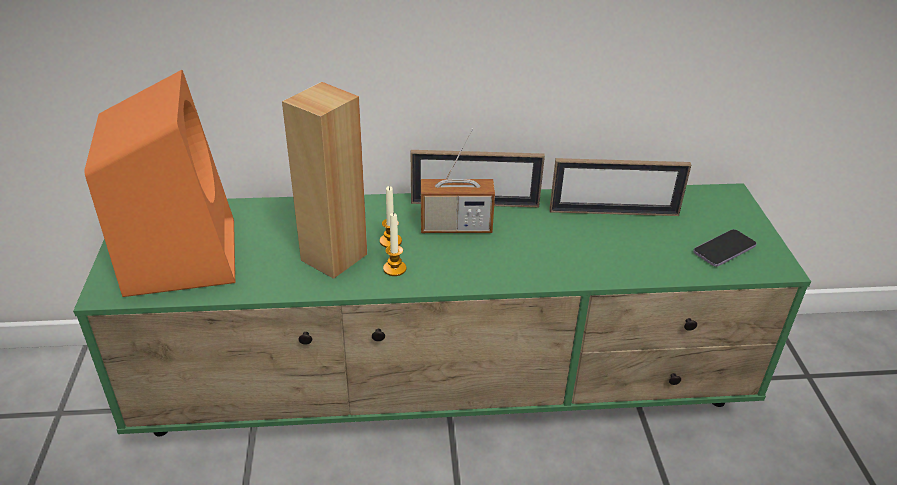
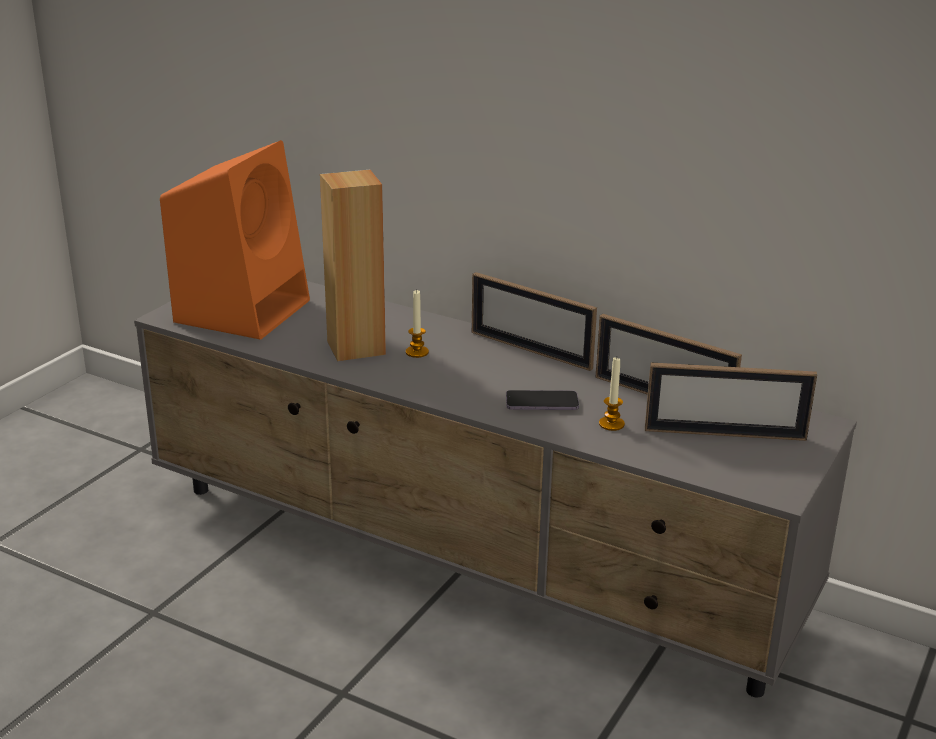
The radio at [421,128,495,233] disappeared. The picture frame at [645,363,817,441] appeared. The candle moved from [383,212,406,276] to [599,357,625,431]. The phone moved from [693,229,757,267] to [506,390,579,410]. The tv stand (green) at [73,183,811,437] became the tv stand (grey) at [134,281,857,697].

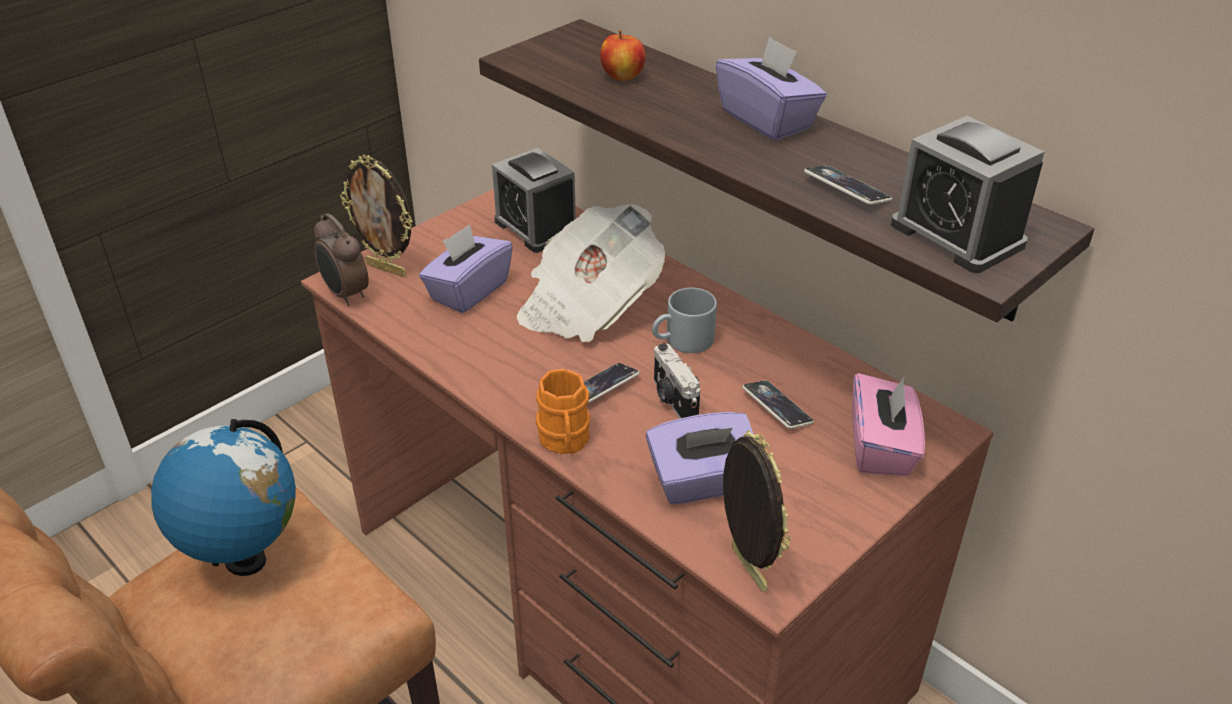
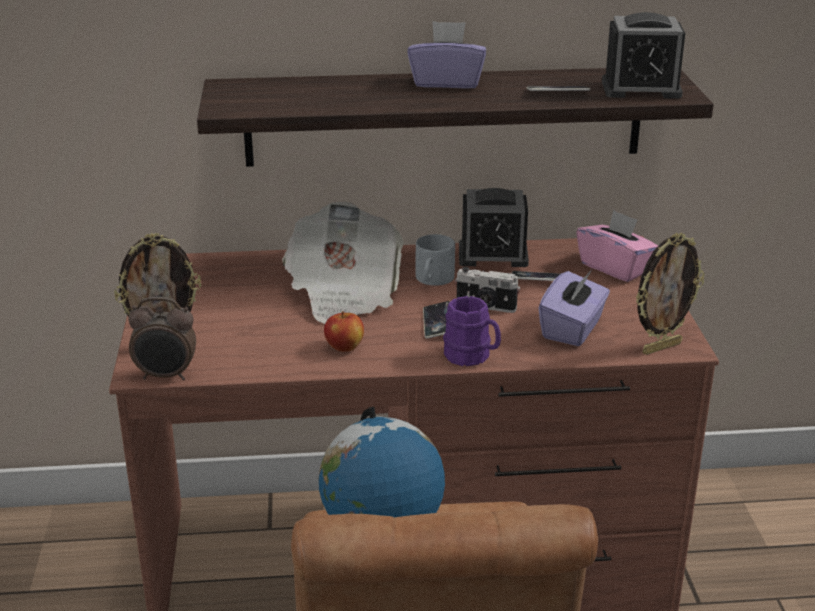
The tissue box (purple) at [419,224,513,313] disappeared. The alarm clock moved from [492,148,576,253] to [459,188,529,267]. The apple moved from [600,30,645,81] to [324,311,364,352]. The mug (orange) at [536,369,590,454] became the mug (purple) at [443,296,501,366]. The picture frame at [723,430,791,592] turned 135 degrees clockwise.

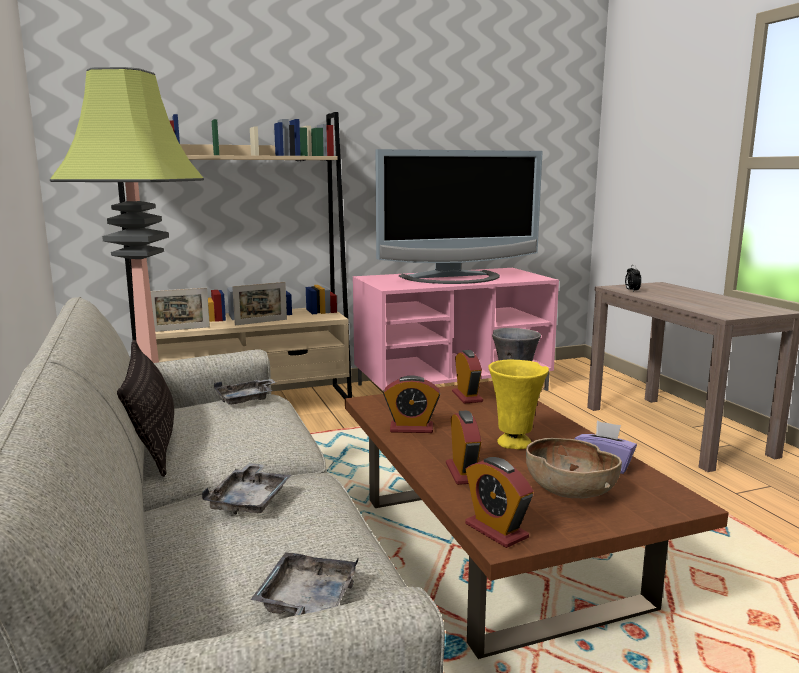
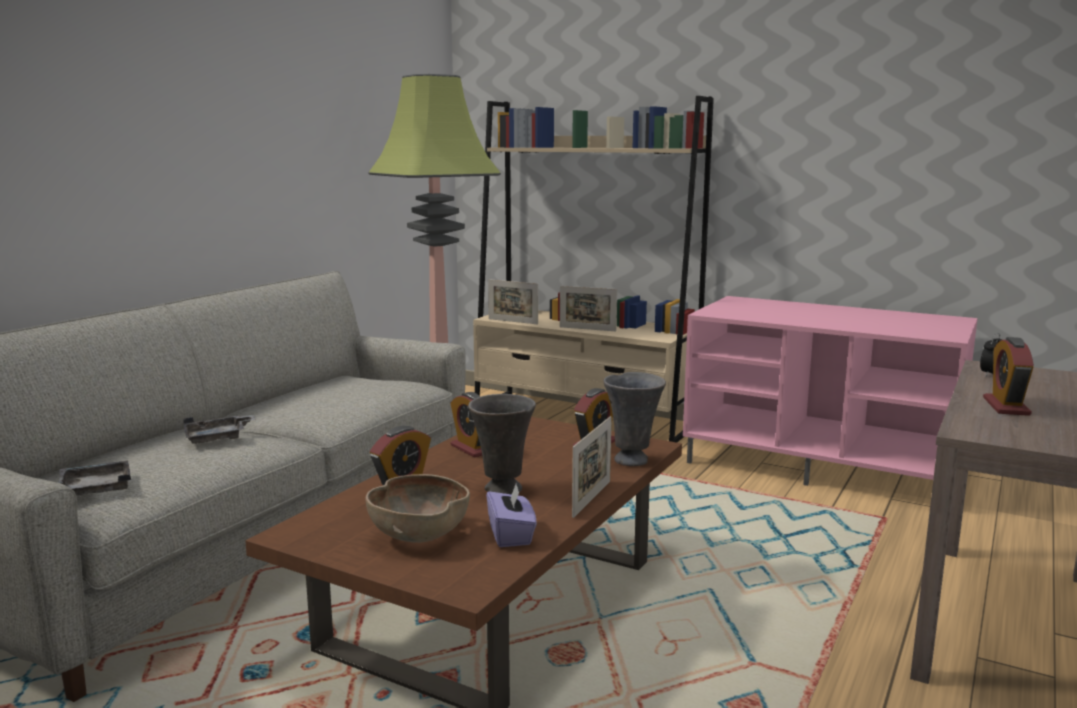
The pillow at [117,340,174,477] disappeared. The tray (grey) at [214,379,276,405] disappeared. The television at [375,149,543,284] disappeared. The picture frame at [572,416,612,518] appeared. The alarm clock moved from [465,457,534,548] to [983,337,1034,416]. The vase (yellow) at [488,359,549,449] became the vase (grey) at [468,394,536,495].

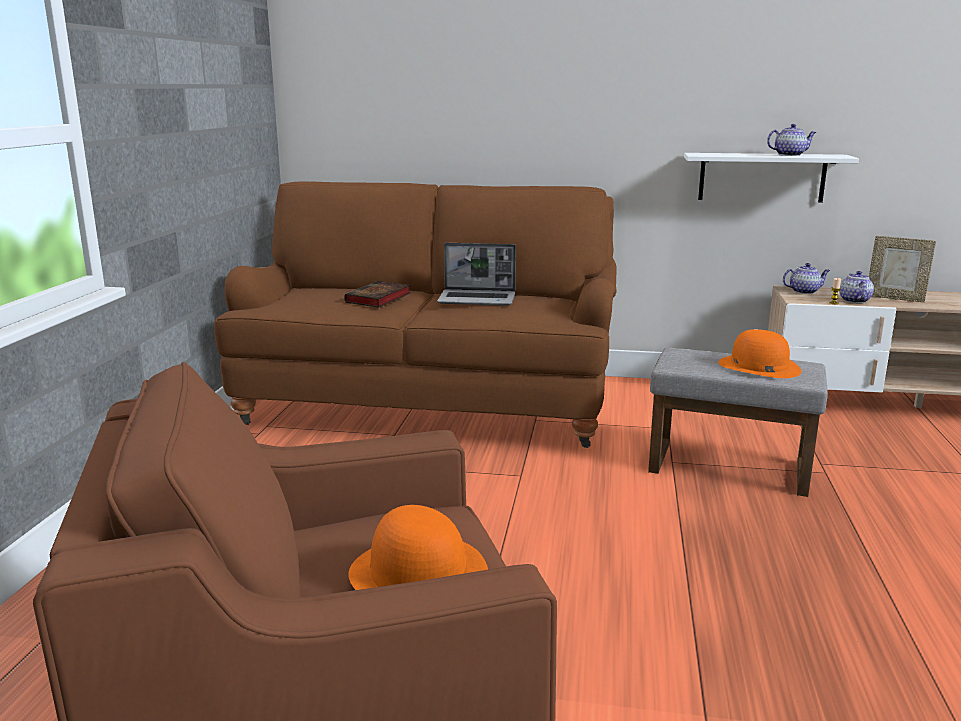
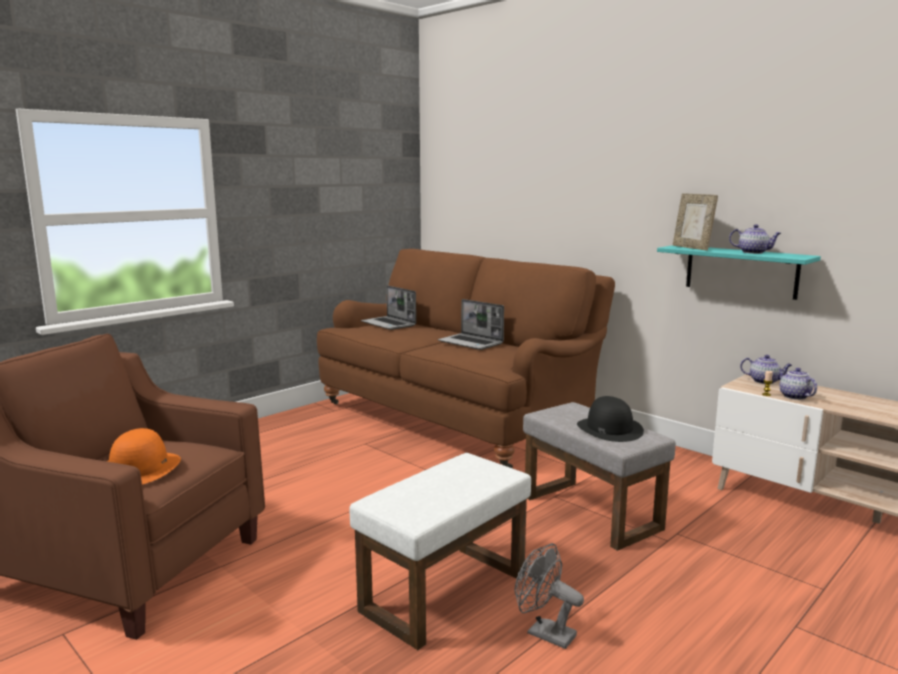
The book at [344,281,411,308] disappeared. The ottoman (white) at [350,453,531,650] appeared. The laptop at [361,285,416,330] appeared. The fan (grey) at [515,543,584,649] appeared. The picture frame moved from [869,236,936,303] to [673,193,718,251]. The shelf (white) at [684,153,859,203] became the shelf (turquoise) at [657,245,821,300]. The hat (orange) at [718,329,802,378] became the hat (black) at [577,396,644,442]. The teapot at [839,271,874,303] turned 60 degrees counterclockwise.

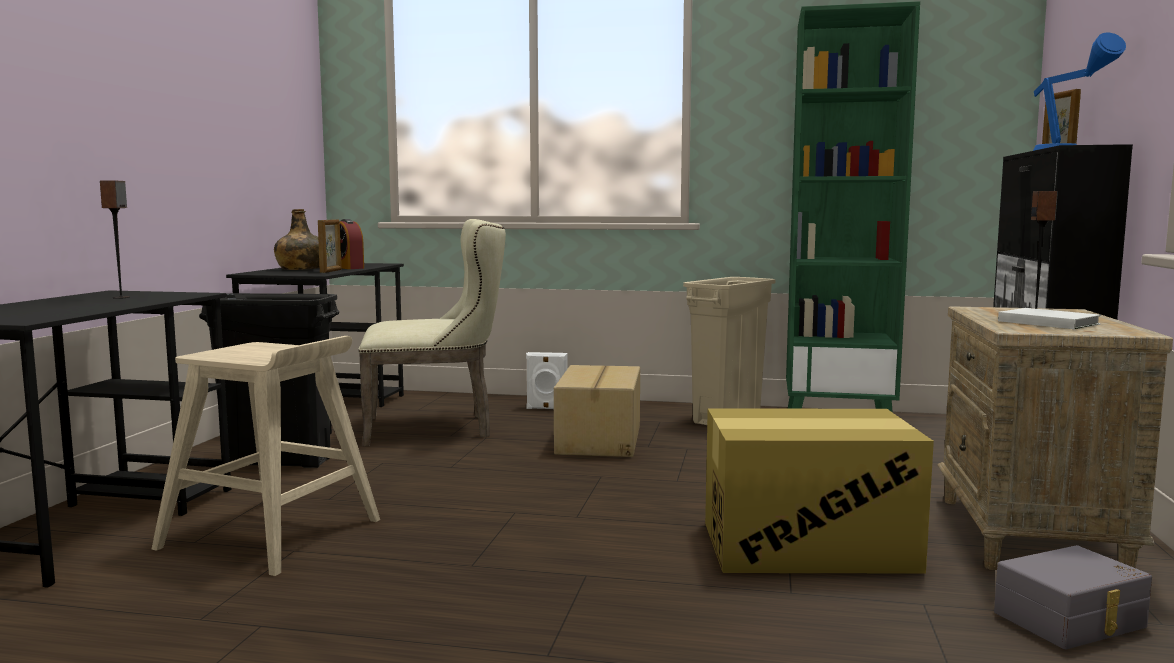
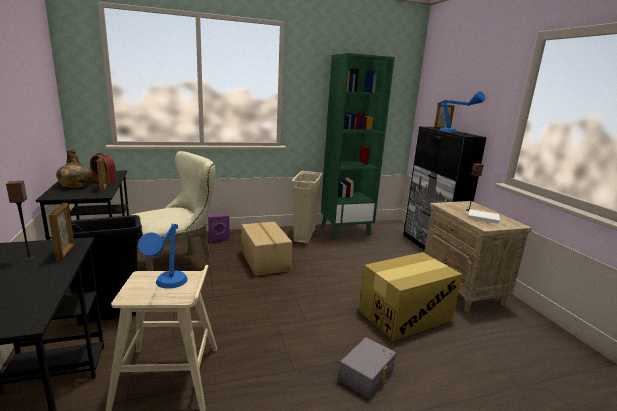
The picture frame at [49,203,75,261] appeared. The table lamp (blue) at [138,224,188,289] appeared. The storage box (grey) moved from [994,545,1152,649] to [338,337,396,399]. The speaker (white) at [526,352,568,409] became the speaker (purple) at [208,213,230,243].

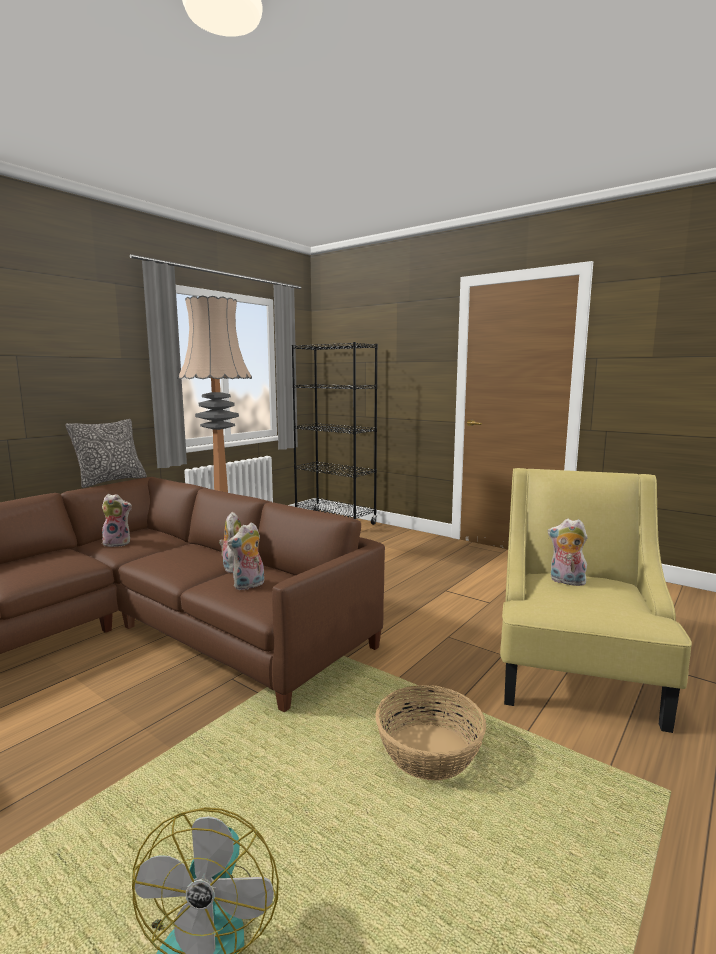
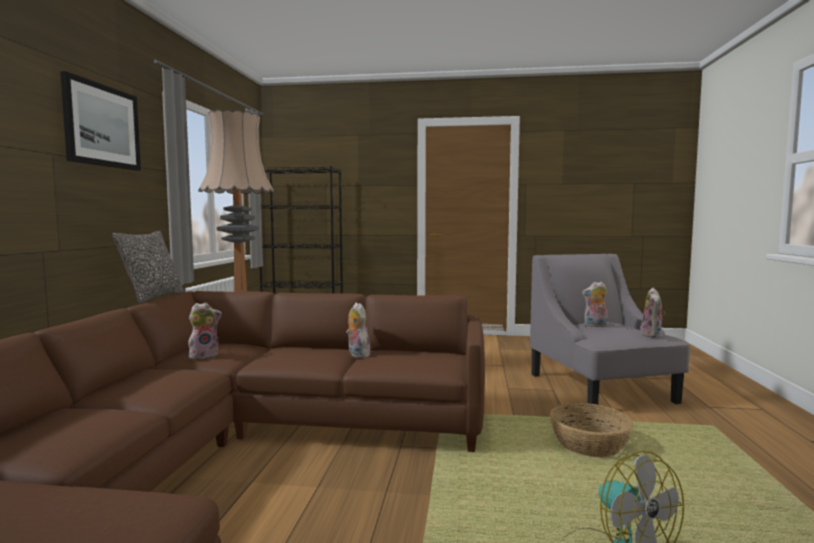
The picture at [60,71,141,171] appeared. The plush toy moved from [228,522,264,590] to [641,288,665,338]. The armchair (yellow) at [500,468,692,733] became the armchair (grey) at [530,254,690,412].

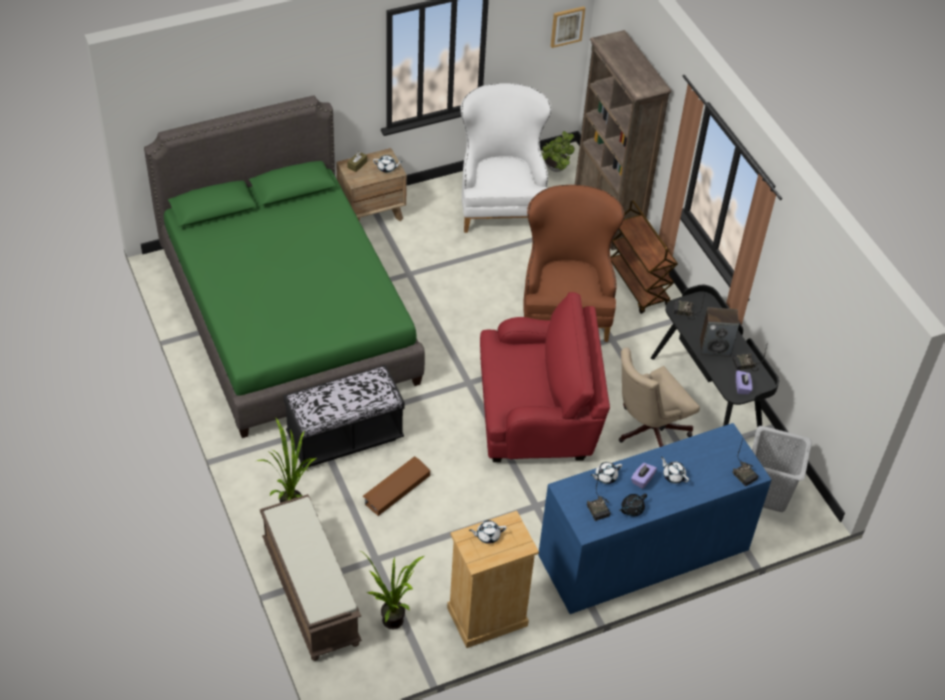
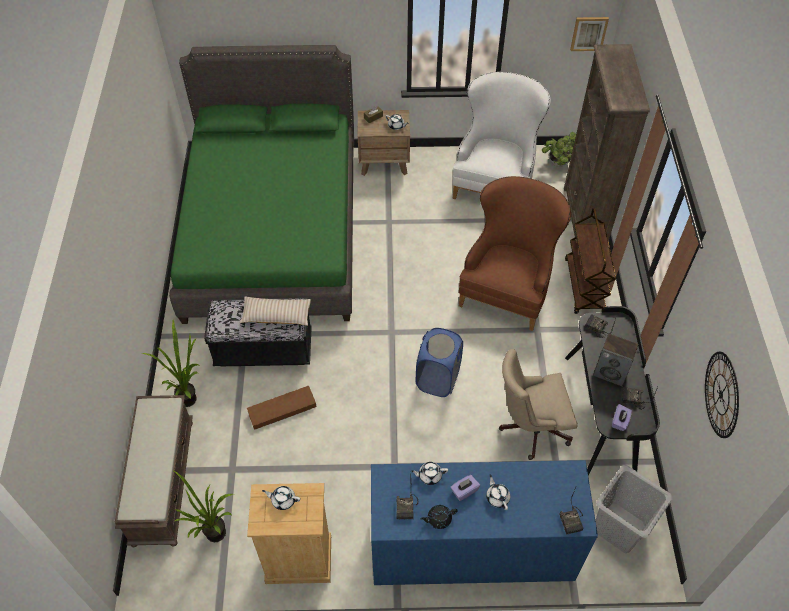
The pillow (beige) at [240,296,311,326] appeared. The wall clock at [705,352,739,438] appeared. The armchair (red) at [480,292,610,462] was replaced by the laundry basket (blue) at [416,328,463,397].

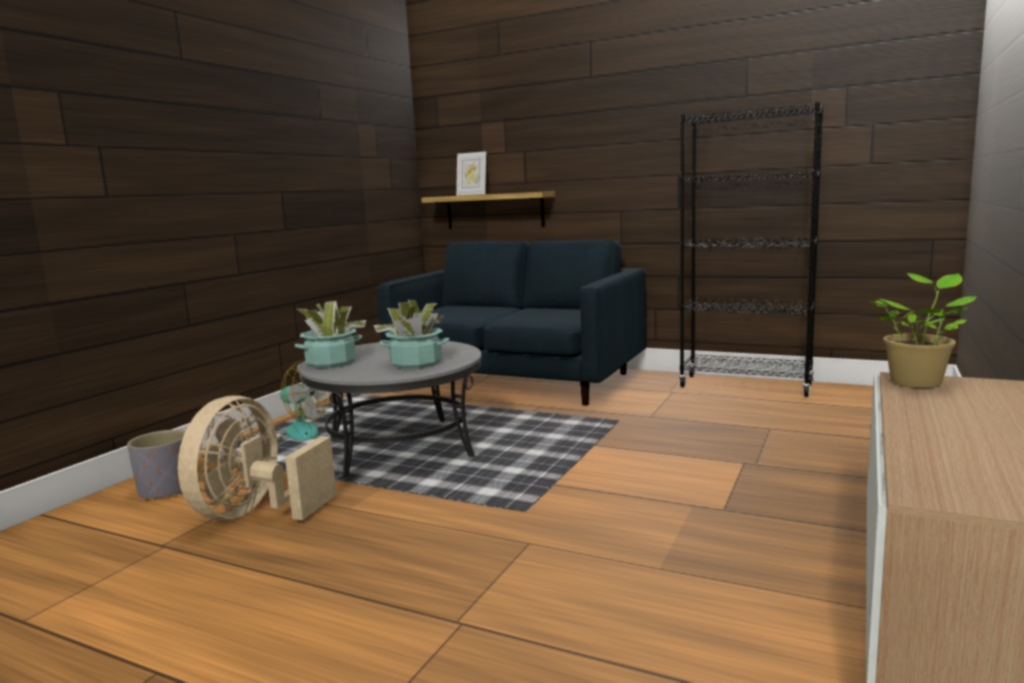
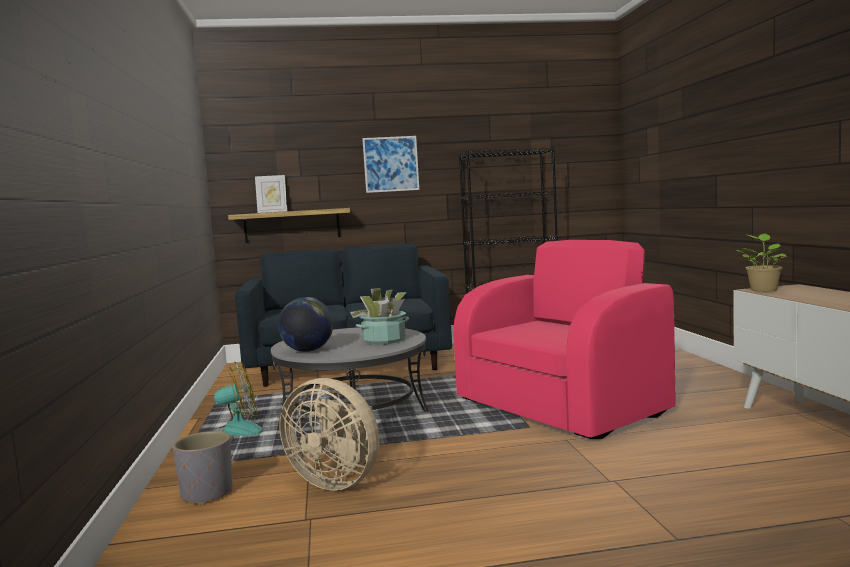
The picture at [362,136,419,193] appeared. The armchair (pink) at [454,240,676,439] appeared. The potted plant at [294,301,366,368] was replaced by the globe at [278,297,333,352]. The fan (beige) at [178,395,337,520] turned 45 degrees counterclockwise.

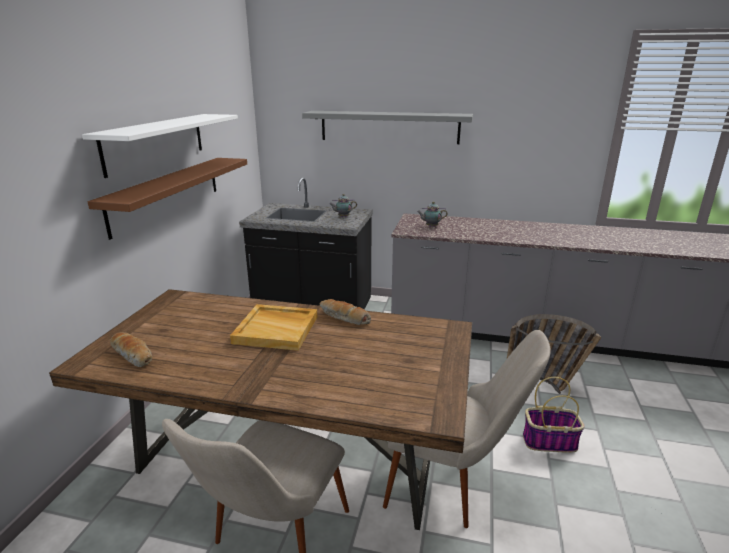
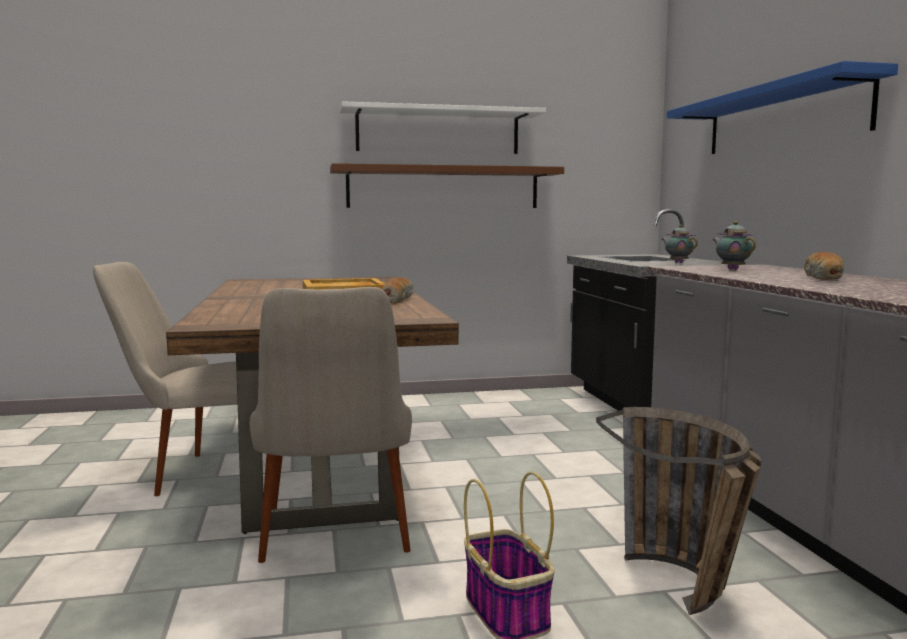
The bread moved from [110,332,152,367] to [804,252,844,280]. The shelf (grey) at [302,111,473,144] became the shelf (blue) at [667,61,898,154].

